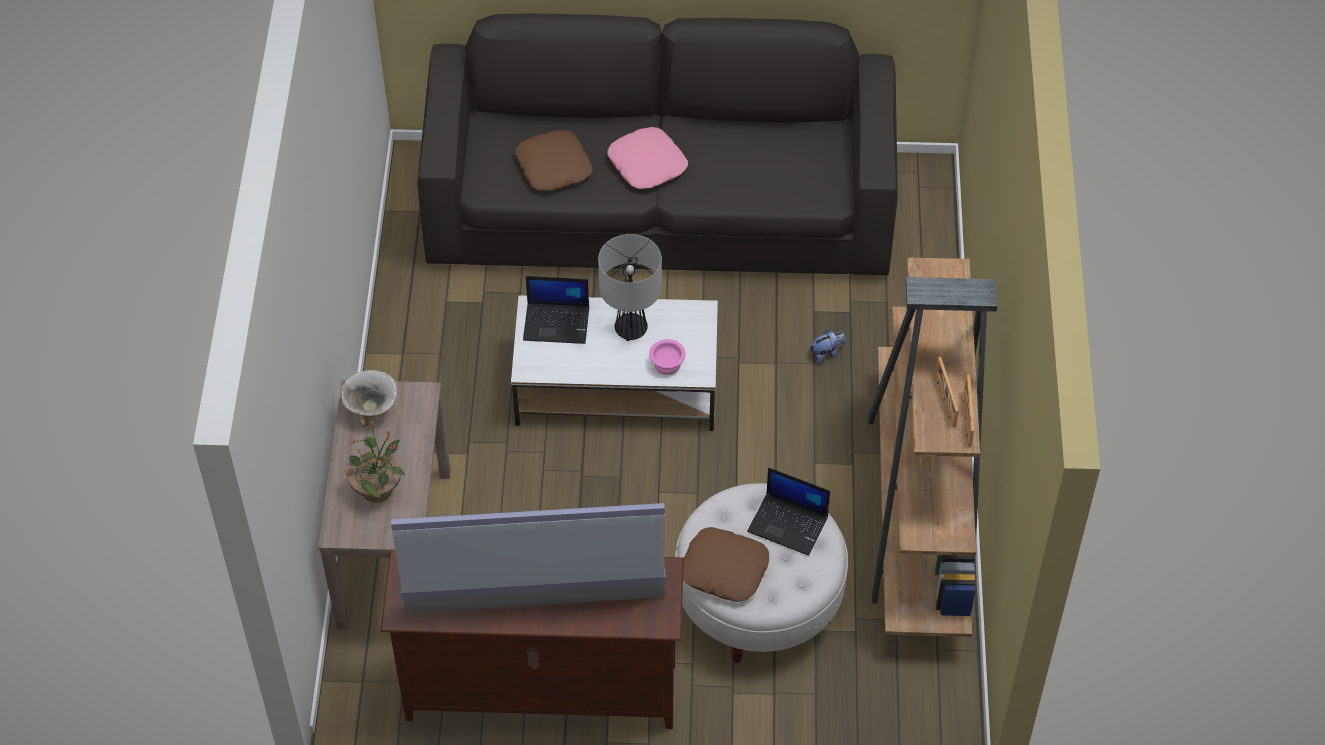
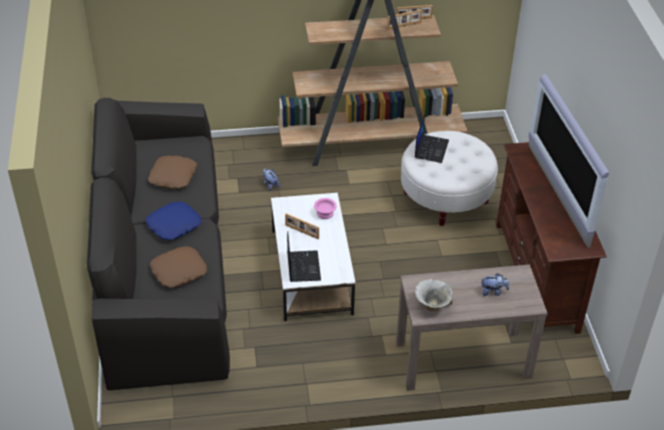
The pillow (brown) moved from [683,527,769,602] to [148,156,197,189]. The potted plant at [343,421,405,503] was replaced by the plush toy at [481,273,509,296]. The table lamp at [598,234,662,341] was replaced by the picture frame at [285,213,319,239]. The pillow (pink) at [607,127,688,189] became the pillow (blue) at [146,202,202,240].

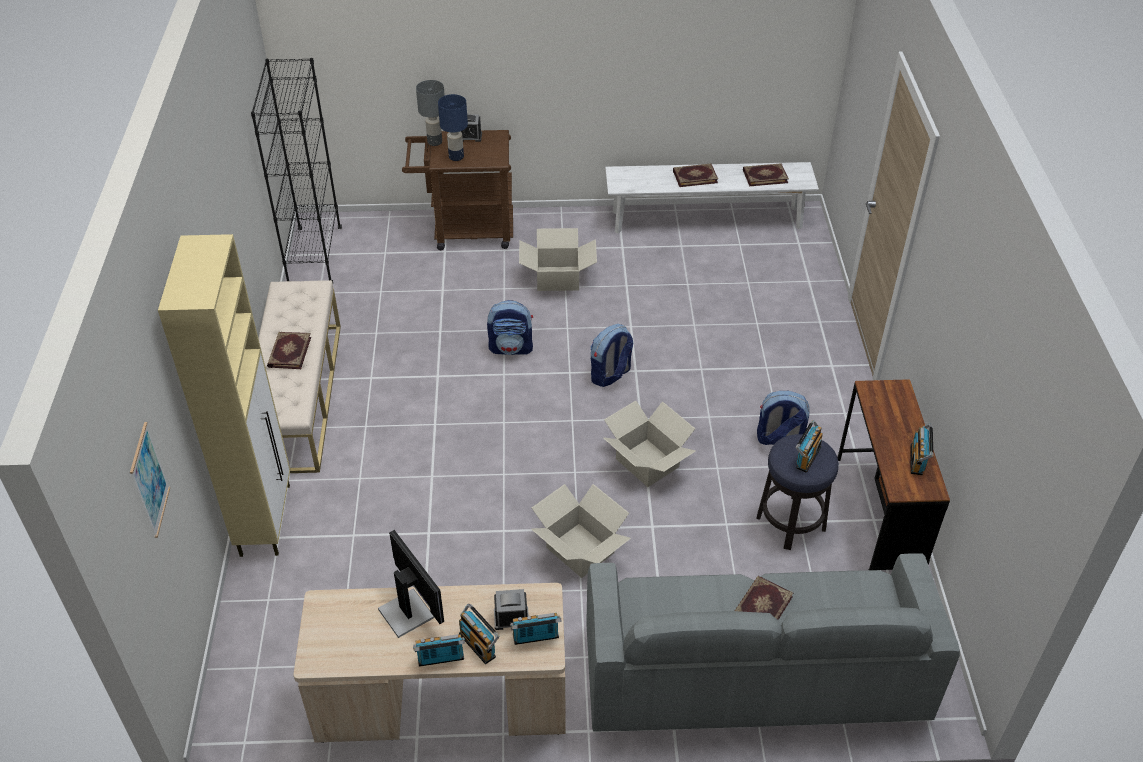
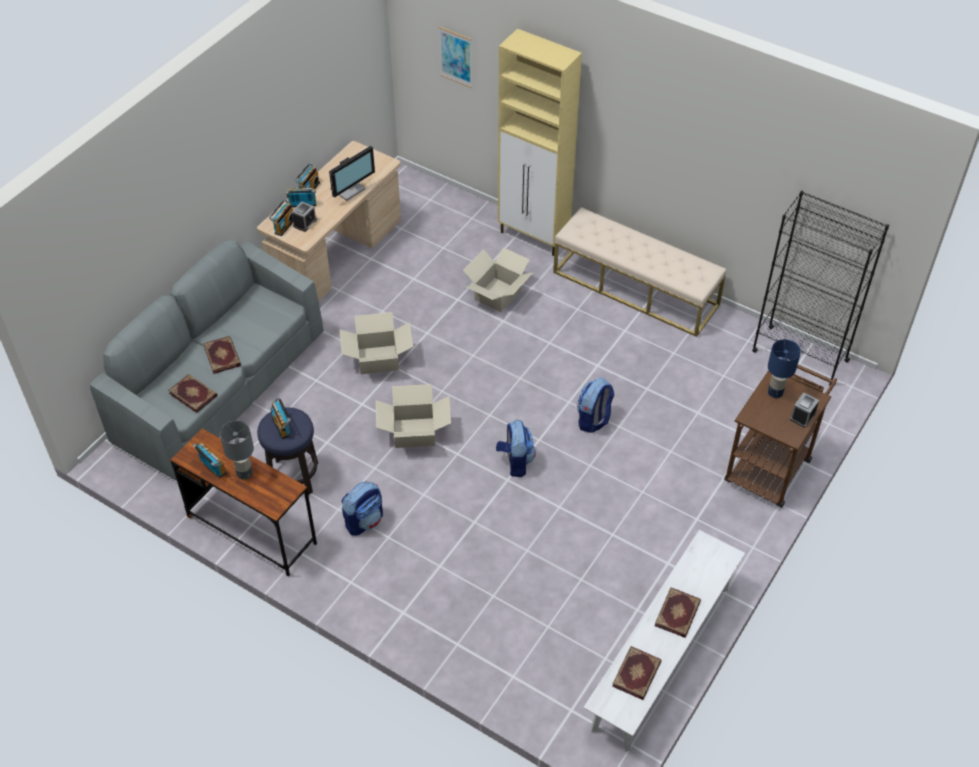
The book moved from [267,332,311,369] to [168,374,218,413]. The table lamp (grey) moved from [416,80,445,146] to [220,420,254,480]. The cardboard box moved from [519,228,597,291] to [463,247,533,312]. The monitor at [378,530,444,638] turned 45 degrees counterclockwise.

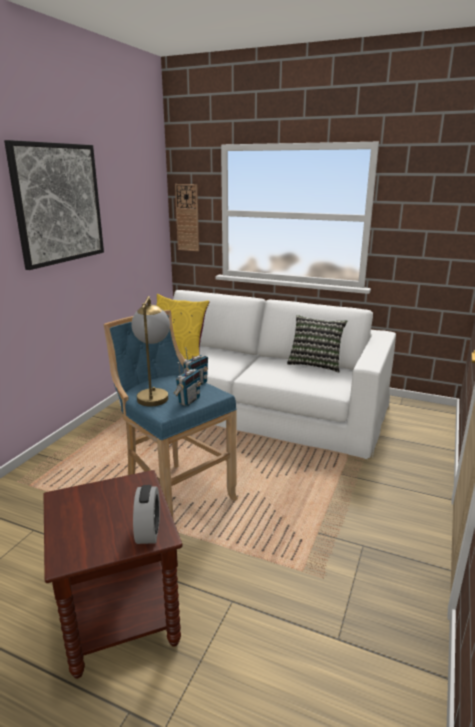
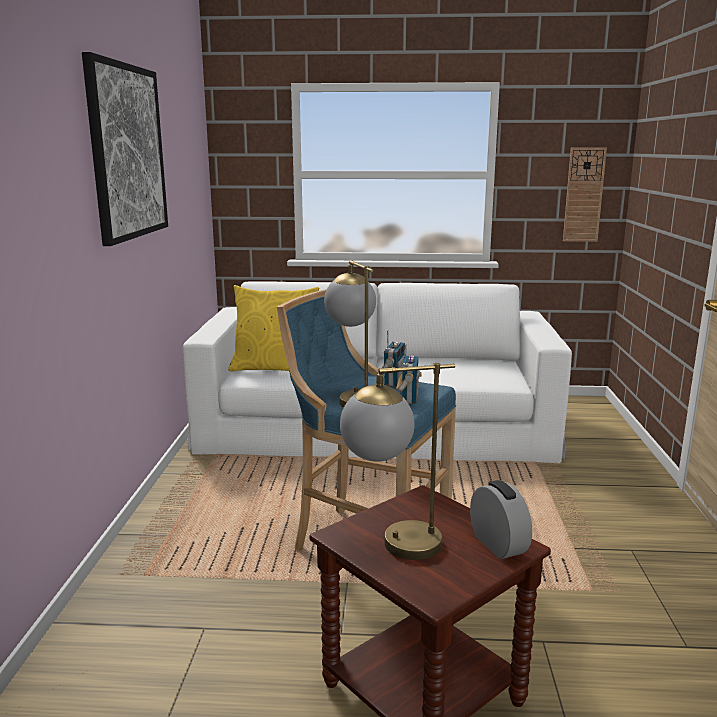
The pillow at [287,315,348,372] disappeared. The table lamp at [340,363,455,560] appeared. The wall clock moved from [175,184,199,251] to [563,148,607,242].

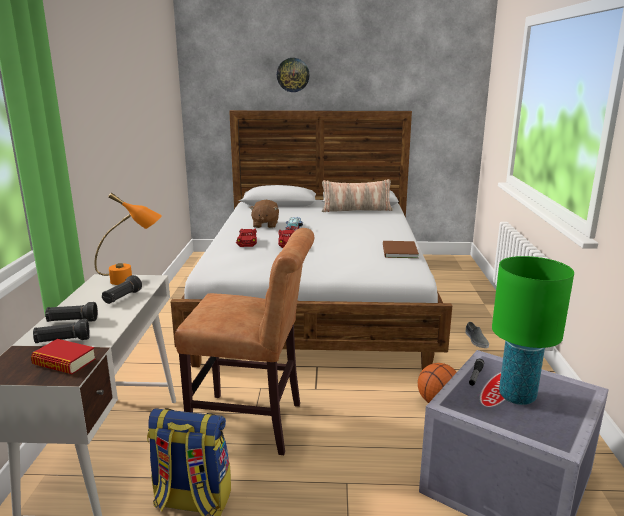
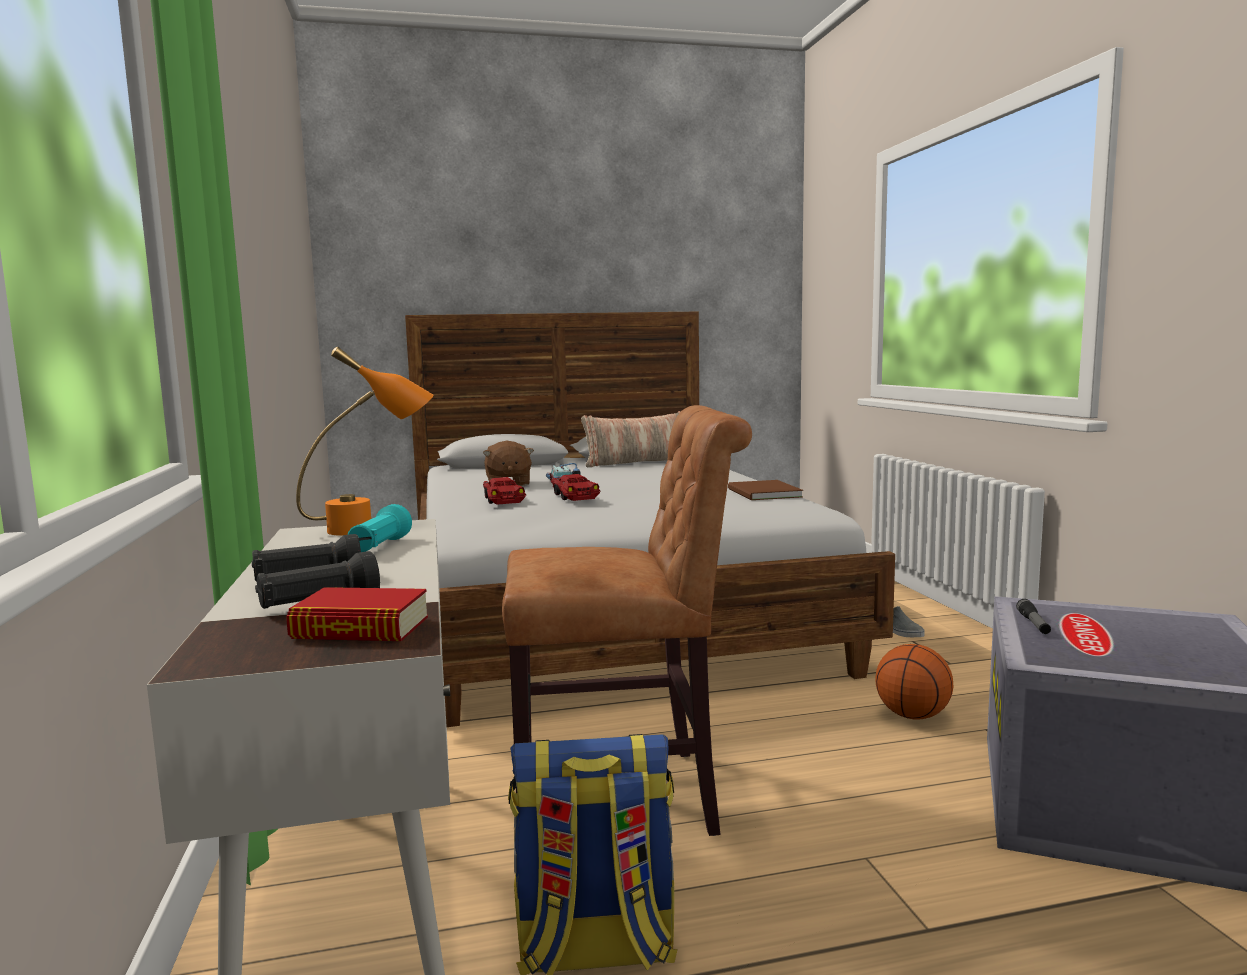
The wall clock at [277,58,309,92] disappeared. The table lamp (green) at [492,256,574,405] disappeared. The flashlight (black) at [102,275,142,304] became the flashlight (turquoise) at [348,504,412,552].

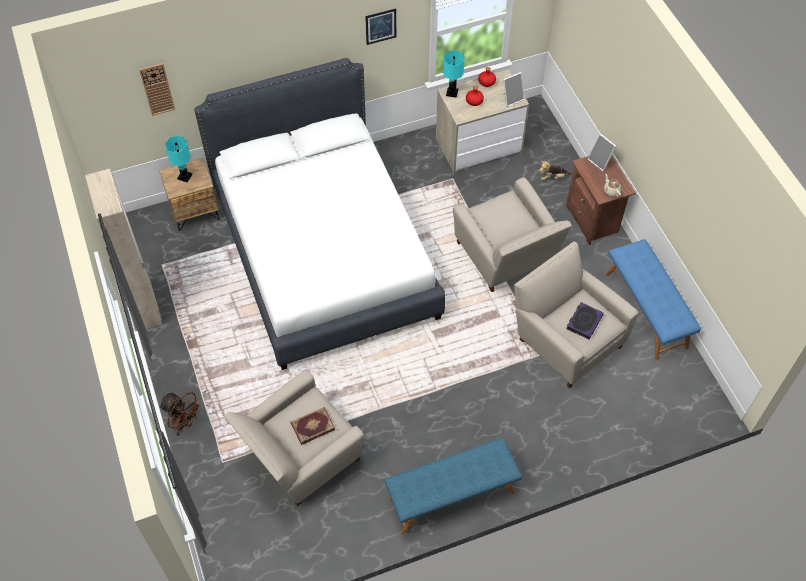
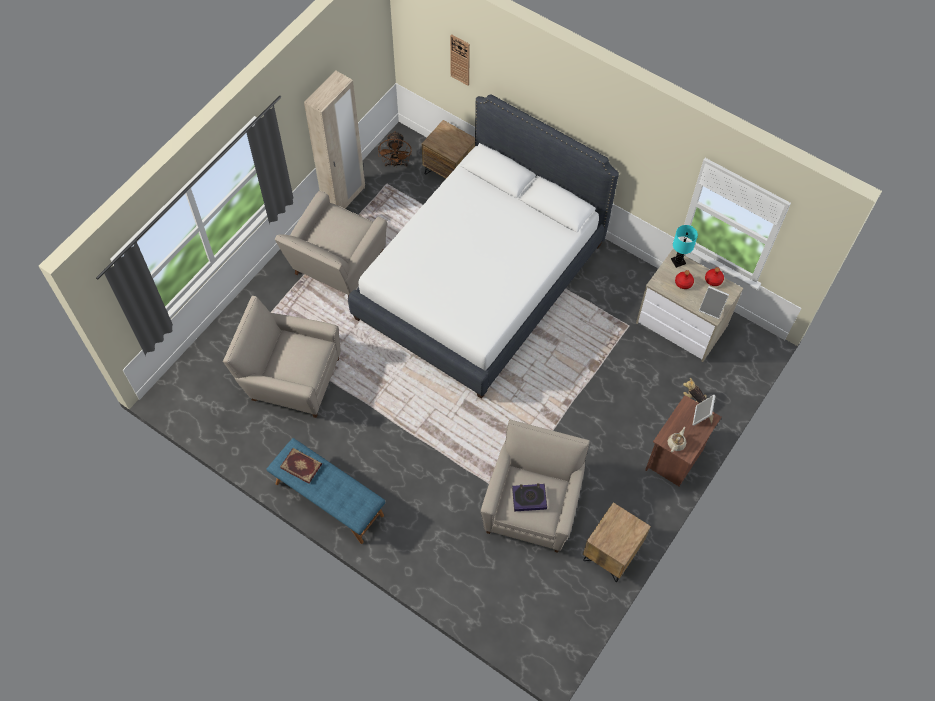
The table lamp (turquoise) at [165,136,192,182] disappeared. The picture at [365,8,396,45] disappeared. The fan (brown) moved from [159,392,202,436] to [378,131,412,168]. The book moved from [290,407,335,445] to [280,448,322,484]. The armchair (beige) moved from [453,177,572,292] to [275,190,387,296]. The bench (blue) at [606,239,701,360] was replaced by the nightstand (brown) at [583,502,651,582].

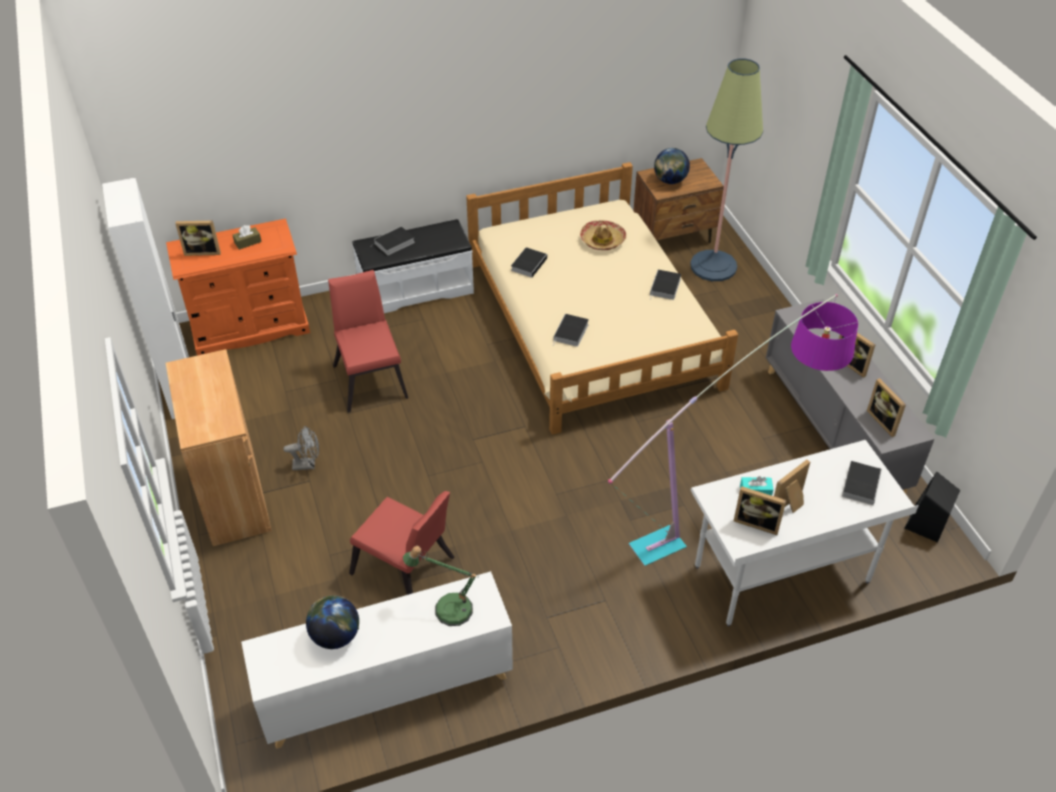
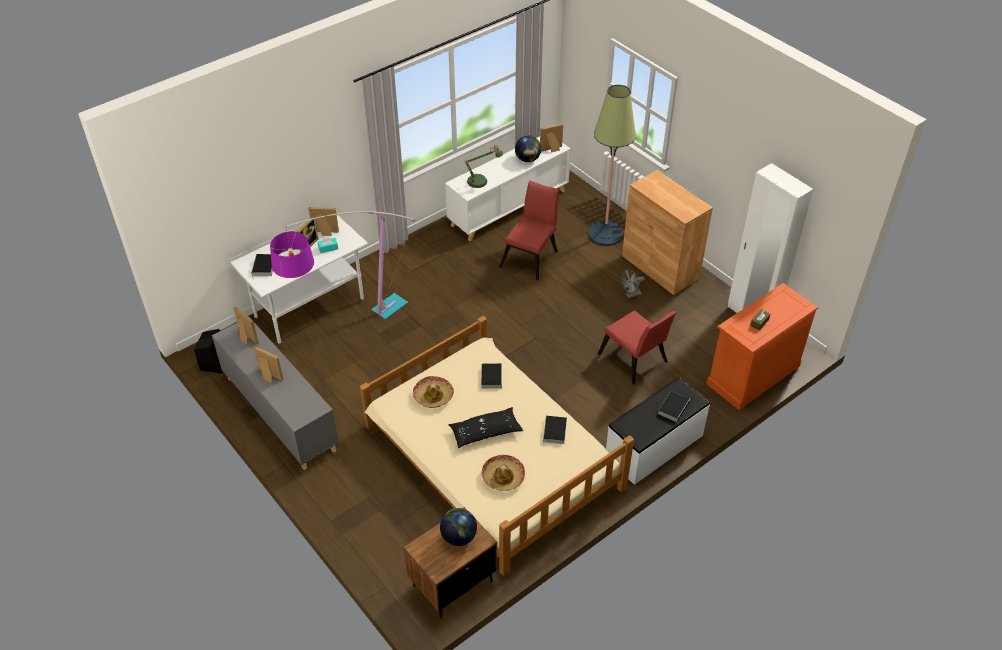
The book at [650,270,681,300] disappeared. The hat at [413,376,454,408] appeared. The pillow (black) at [448,407,523,448] appeared. The picture frame moved from [175,221,221,256] to [540,124,563,152]. The floor lamp moved from [690,58,763,281] to [588,85,636,246]. The chair (red) at [349,491,454,595] turned 105 degrees clockwise.

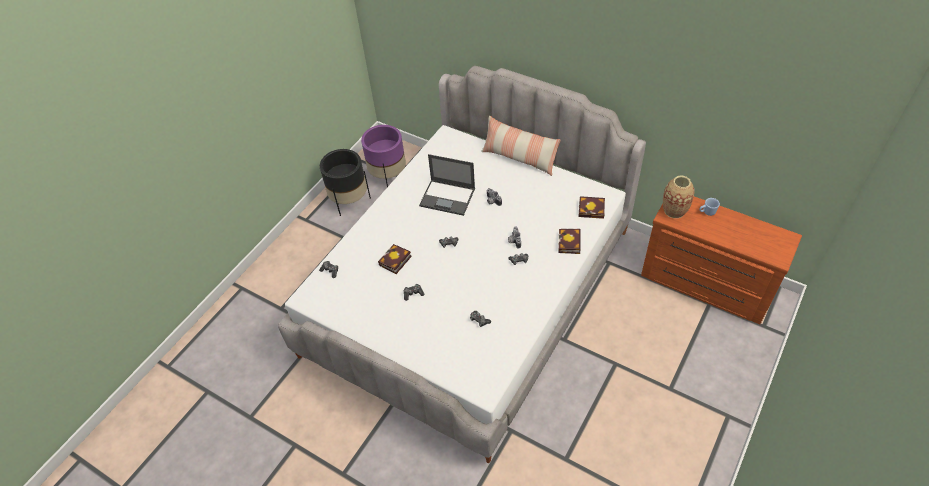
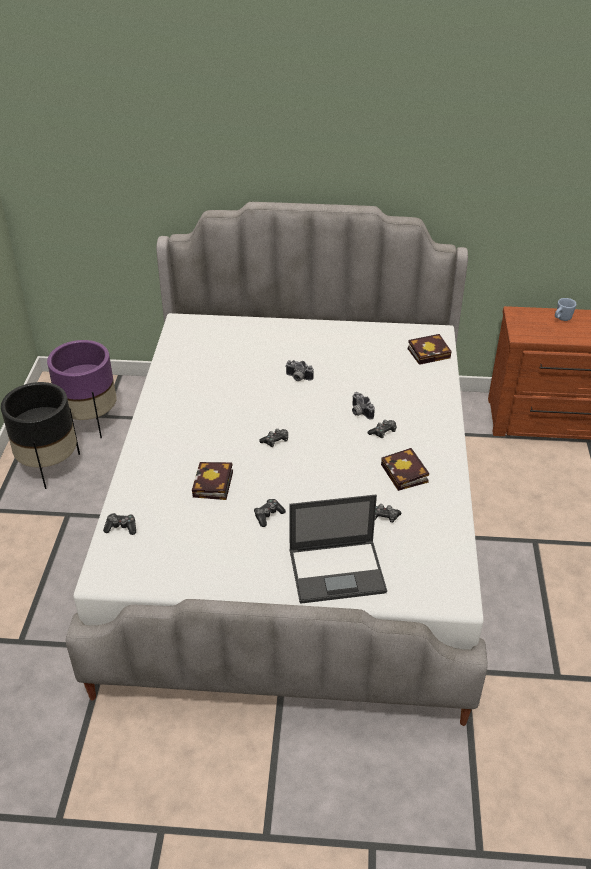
The pillow at [481,116,561,176] disappeared. The vase at [663,175,695,218] disappeared. The laptop moved from [419,154,475,216] to [289,495,387,604]. The book moved from [558,229,581,254] to [381,448,429,491].

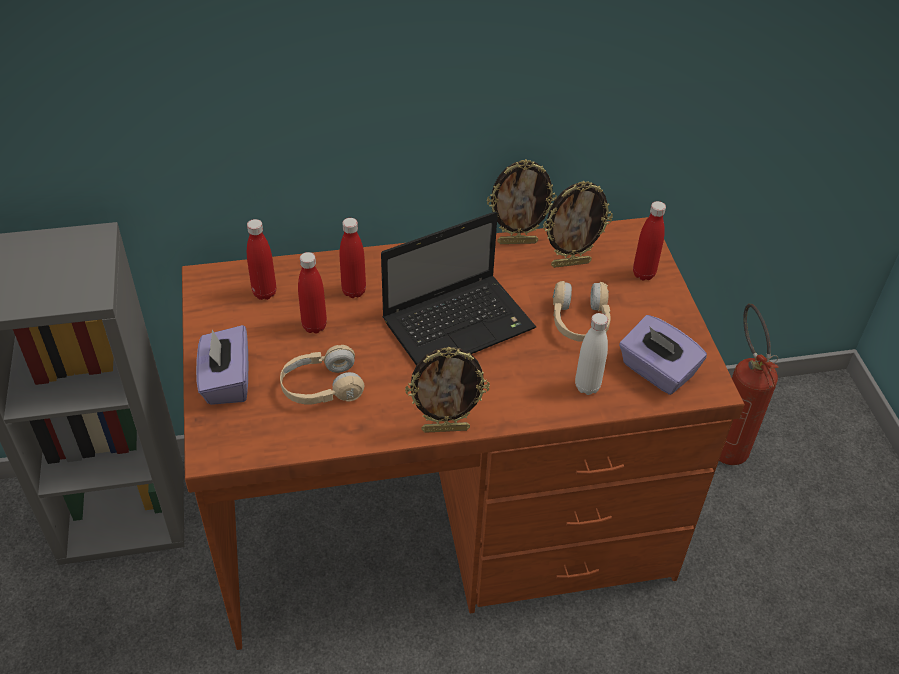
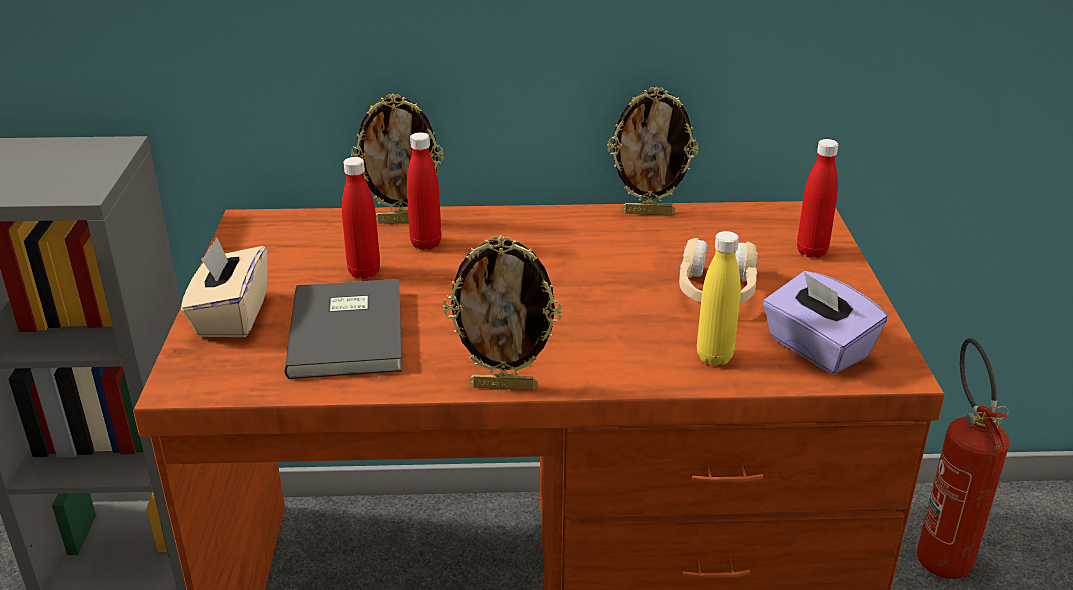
The bottle (red) at [247,219,276,300] disappeared. The laptop at [381,211,536,366] disappeared. The picture frame moved from [543,181,613,268] to [351,94,444,223]. The headphones (beige) at [280,345,364,405] was replaced by the book (grey) at [285,279,402,379]. The tissue box (purple) at [196,325,248,405] became the tissue box (beige) at [181,237,268,337]. The bottle (white) at [575,313,608,395] became the bottle (yellow) at [697,231,741,366].

